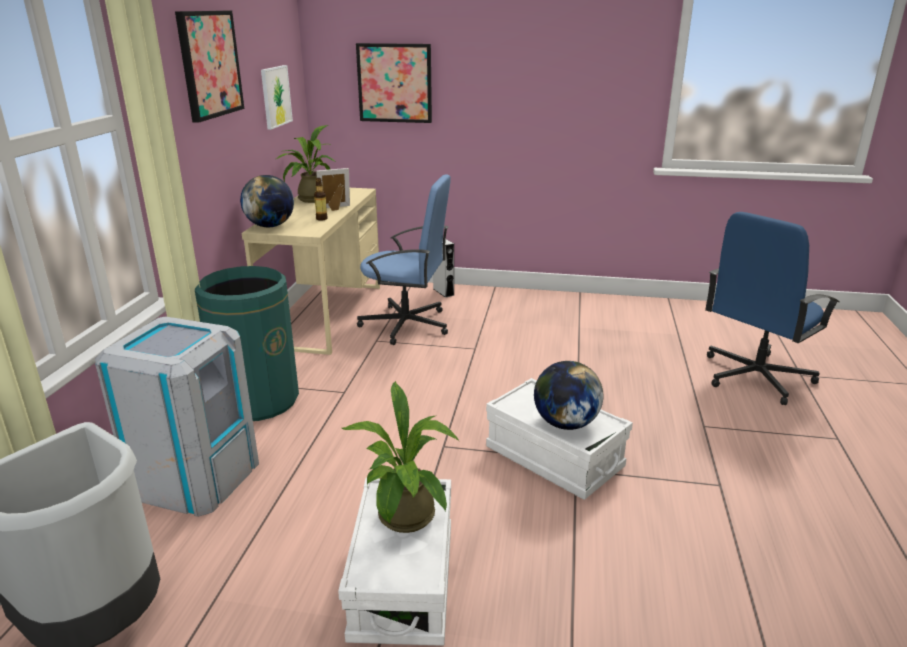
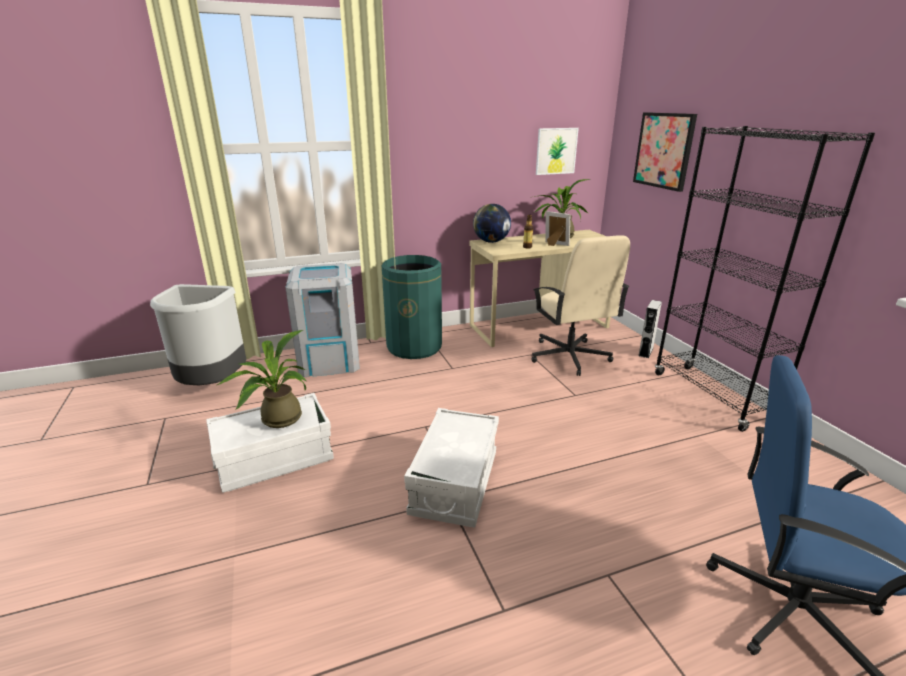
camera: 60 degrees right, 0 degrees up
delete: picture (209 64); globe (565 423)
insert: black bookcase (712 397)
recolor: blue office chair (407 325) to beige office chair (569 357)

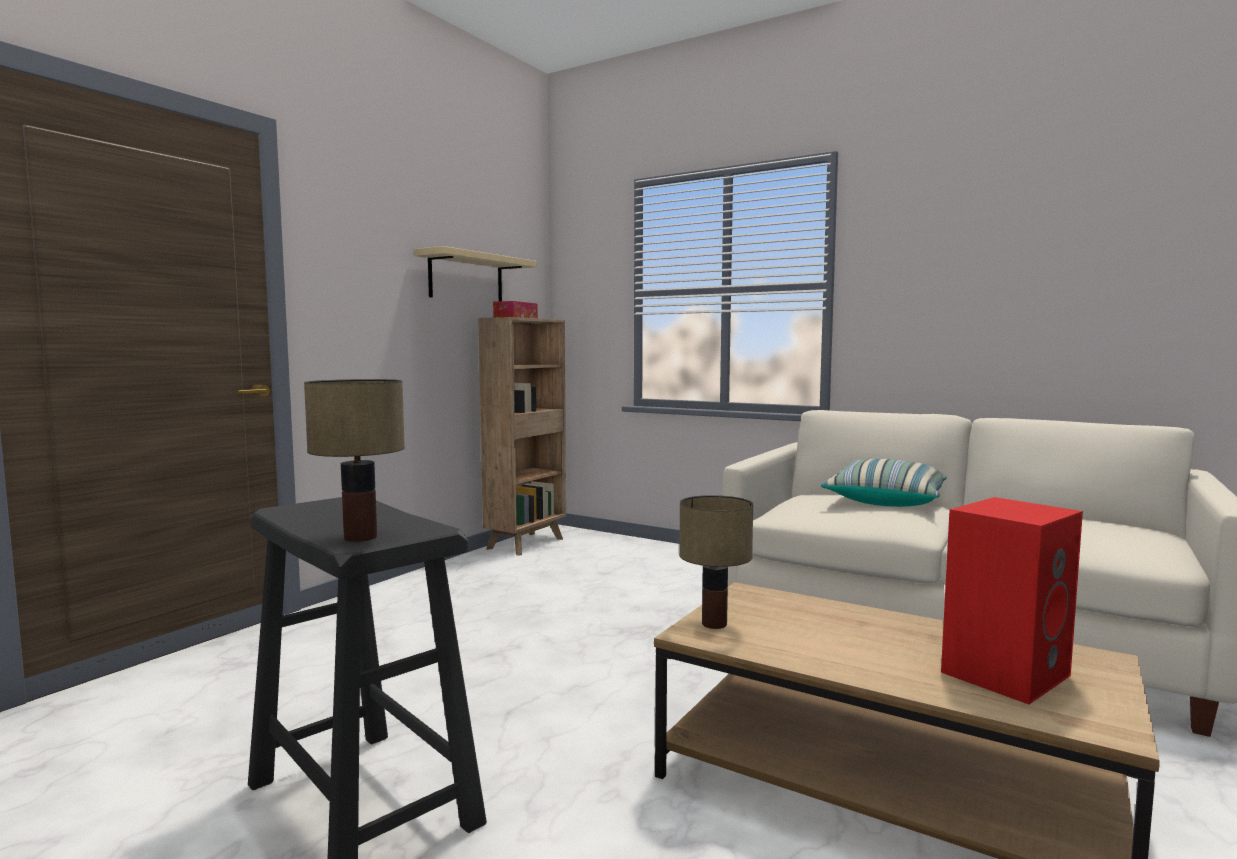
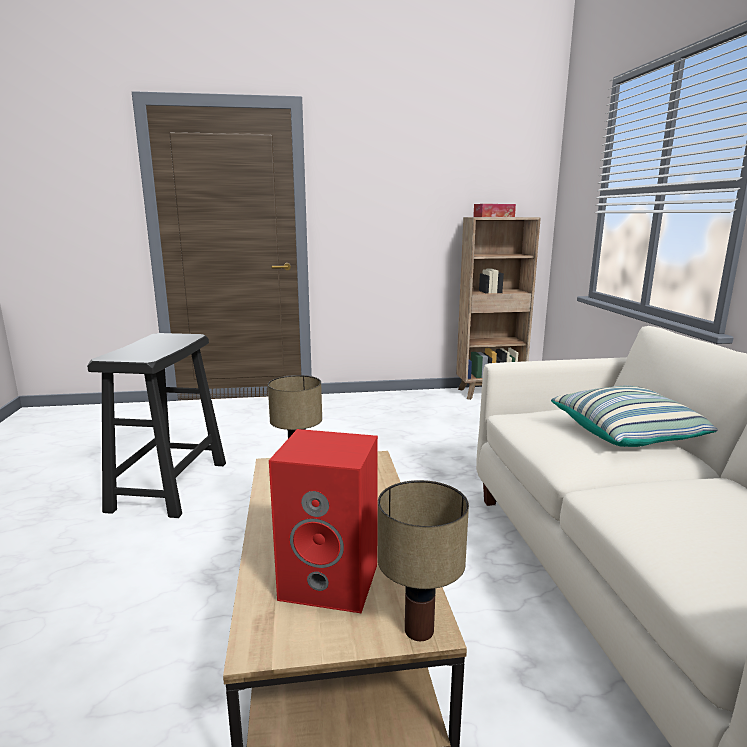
camera: 50 degrees right, 10 degrees up
delete: beige shelf (466 278)
move: table lamp (361 537) to (419 631)

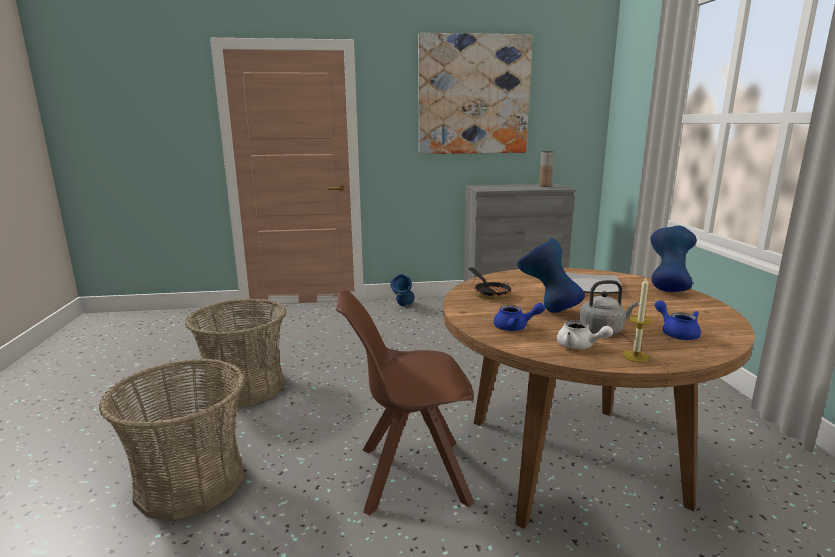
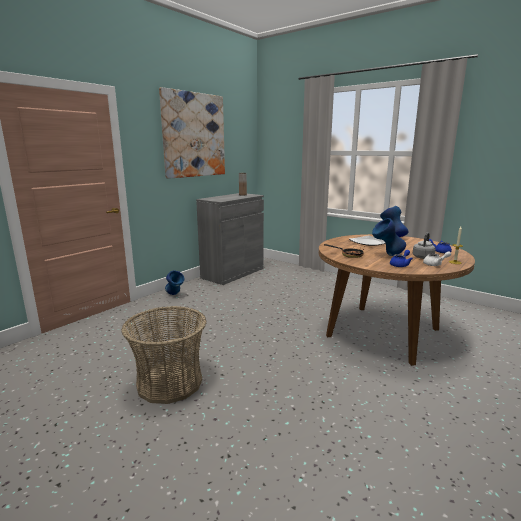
camera: 45 degrees left, 0 degrees up
delete: basket (190 482); brown chair (409 475)

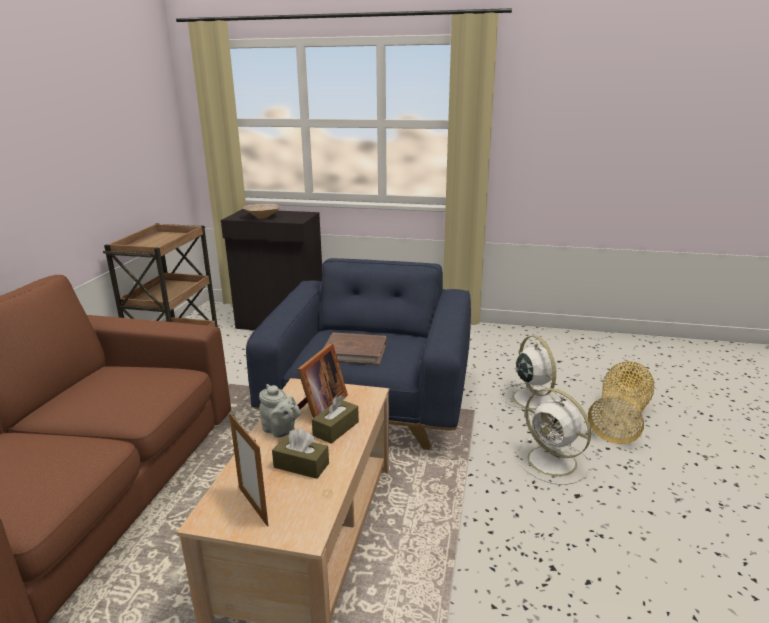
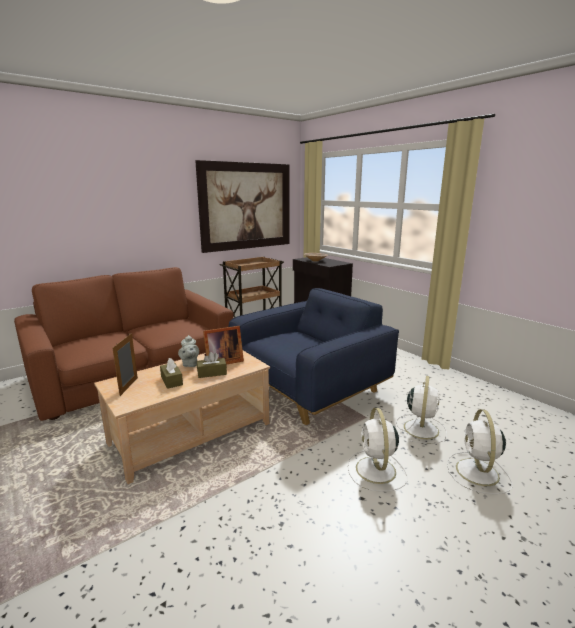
camera: 40 degrees right, 5 degrees down
delete: brown book (355 352)
insert: picture (246 206)
replace: basket (620 419) to white fan (477 473)

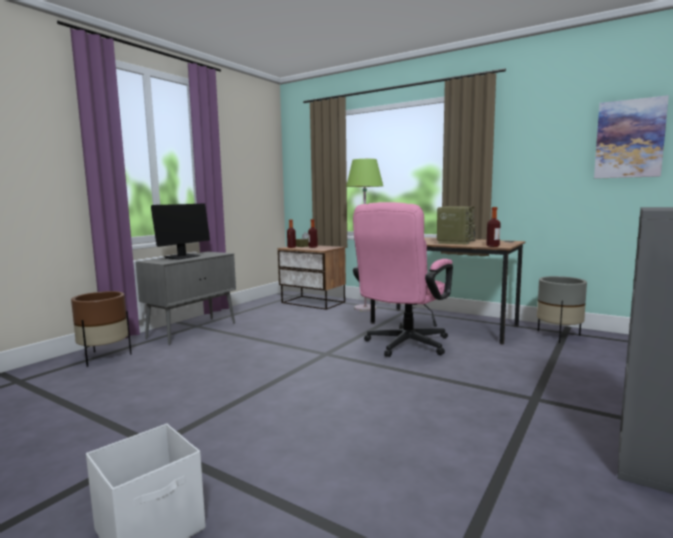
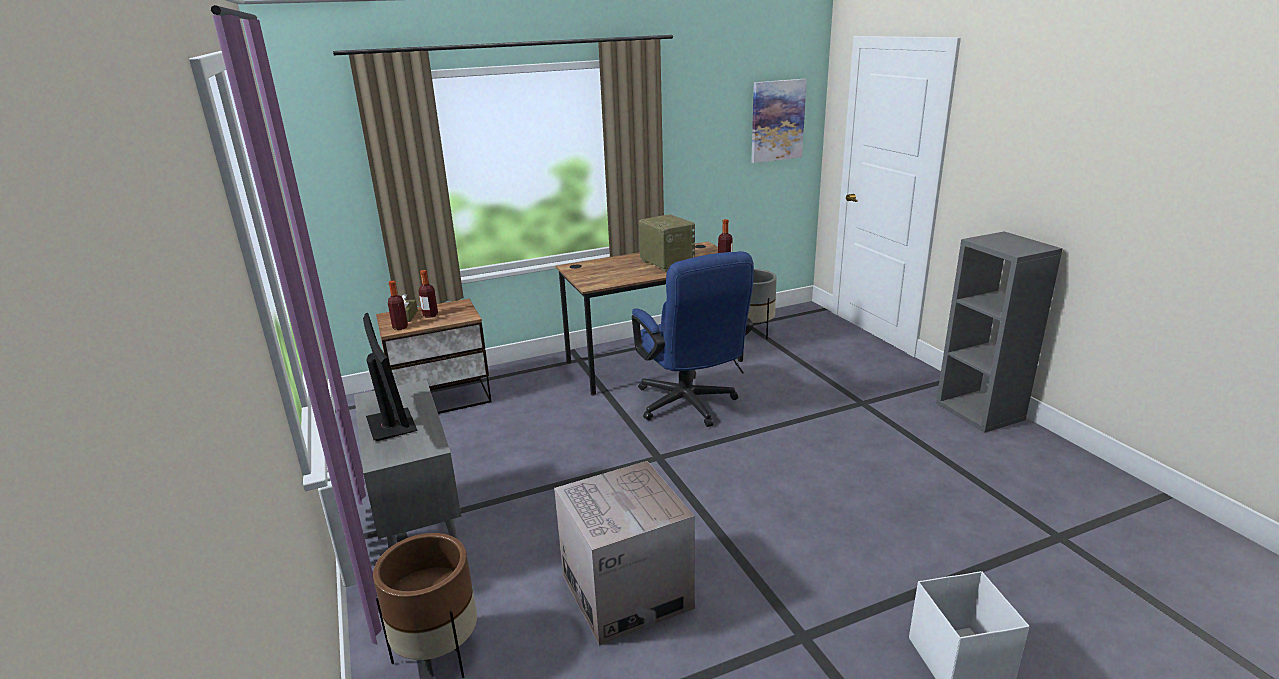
camera: 55 degrees left, 15 degrees up
delete: green floor lamp (365 308)
insert: cardboard box (626 592)
recolor: pink office chair (403 346) to blue office chair (689 407)

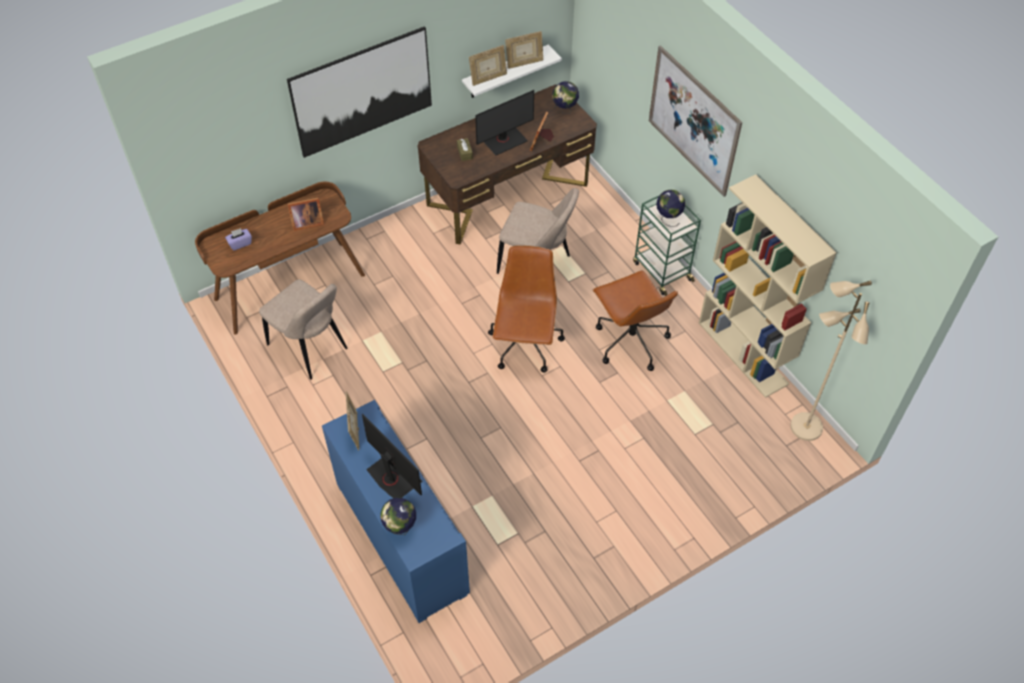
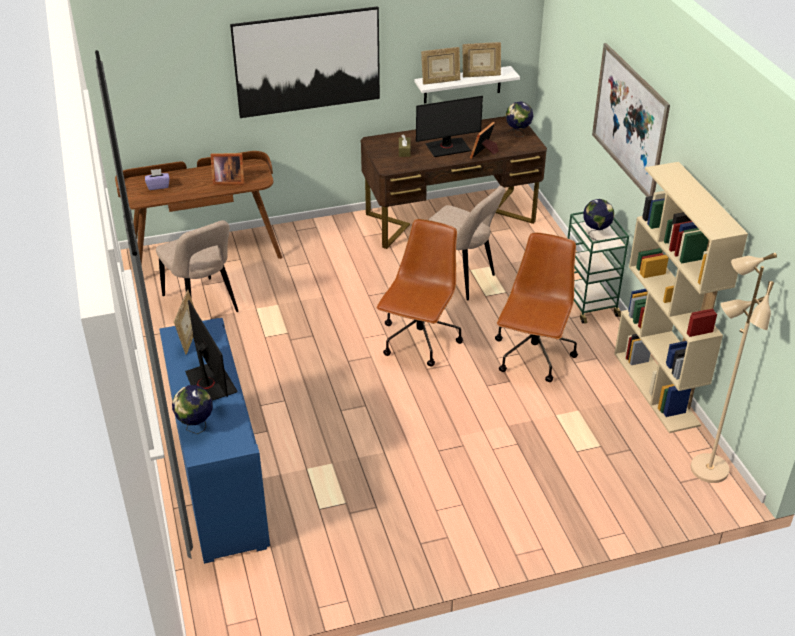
camera: 15 degrees right, 15 degrees down
rotate: brown office chair (630 341) = (533 356) 150 degrees counterclockwise

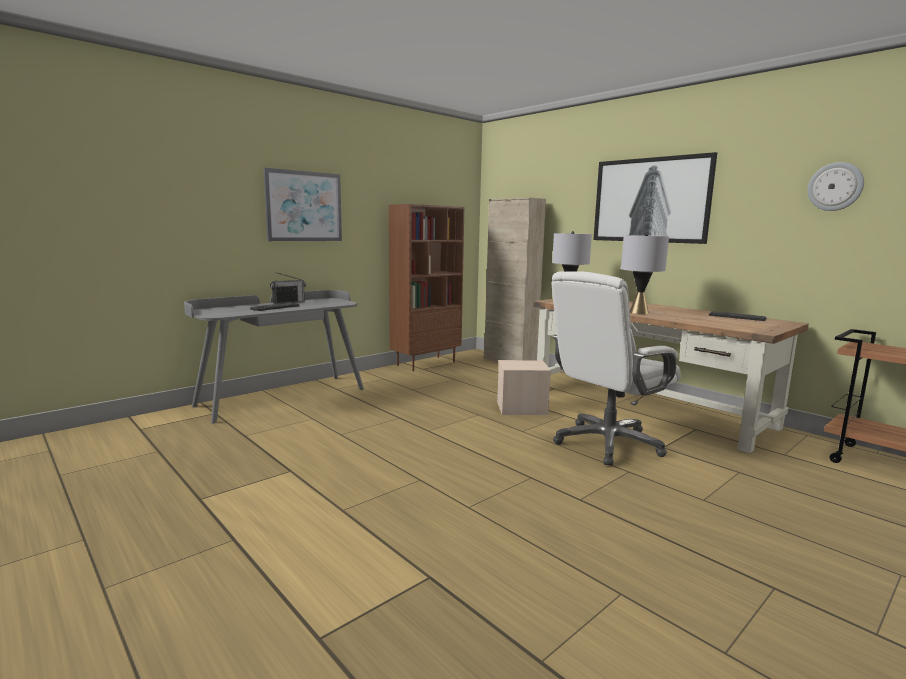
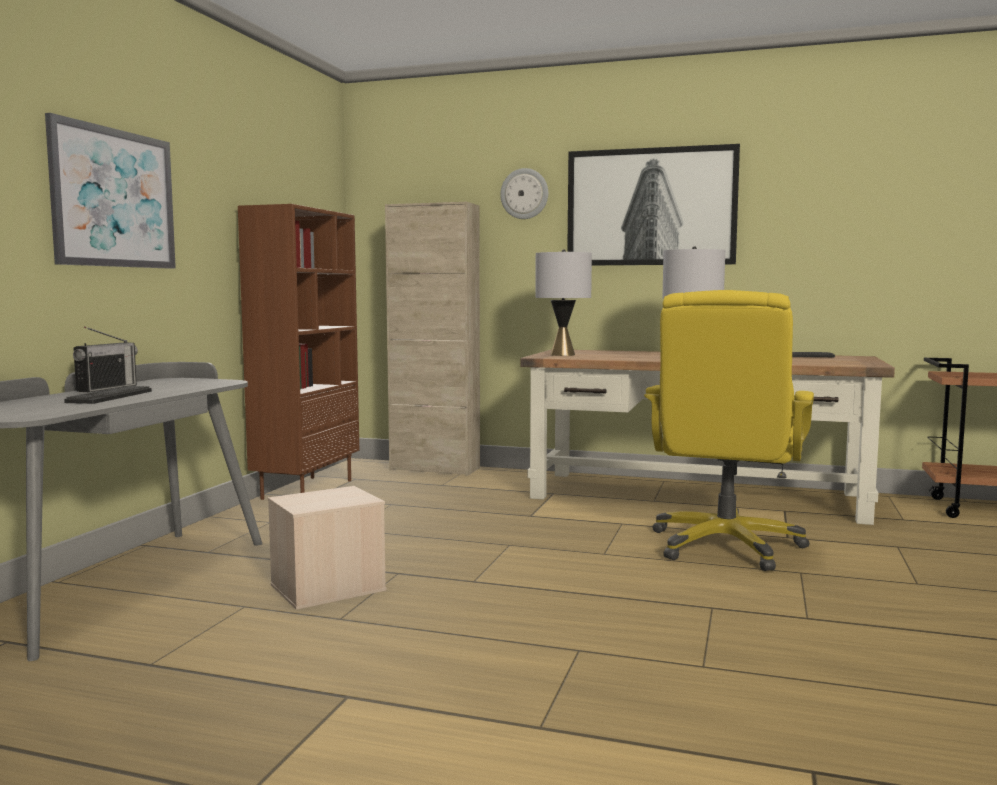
camera: 30 degrees left, 5 degrees down
move: beige storage box (521 408) to (327 588); wall clock (835 186) to (524 194)
recolor: white office chair (607 443) to yellow office chair (725 546)

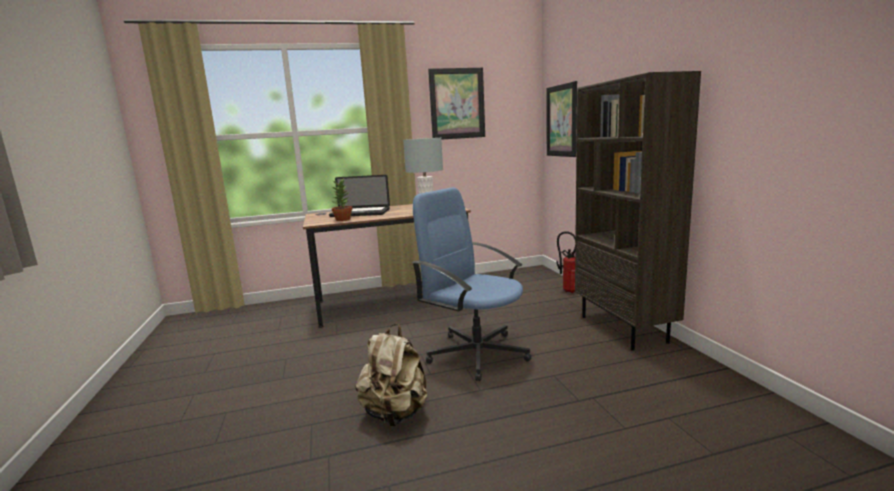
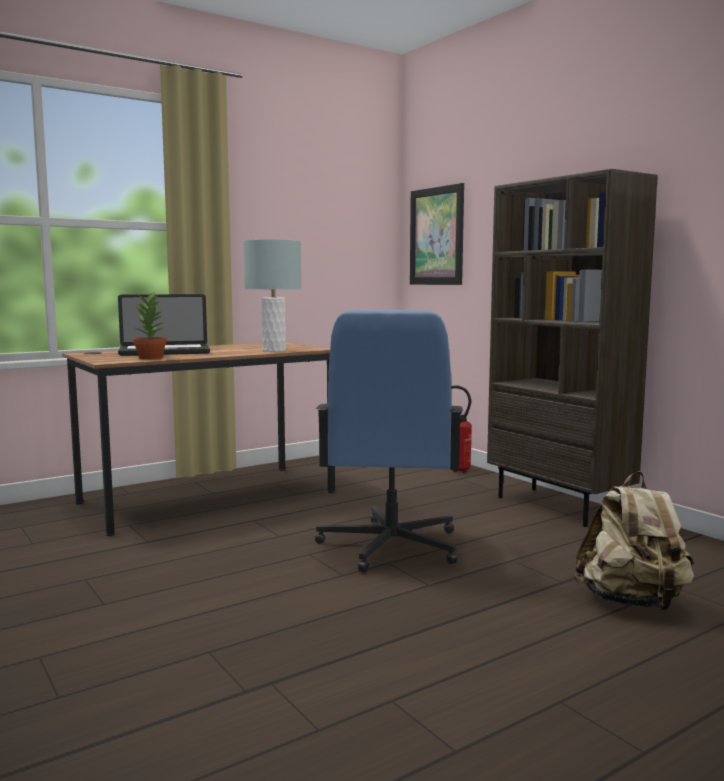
camera: 20 degrees left, 5 degrees down
delete: picture (457 104)
move: beige backpack (395 414) to (632 602)
rotate: blue office chair (476 353) = (390 546) 105 degrees counterclockwise

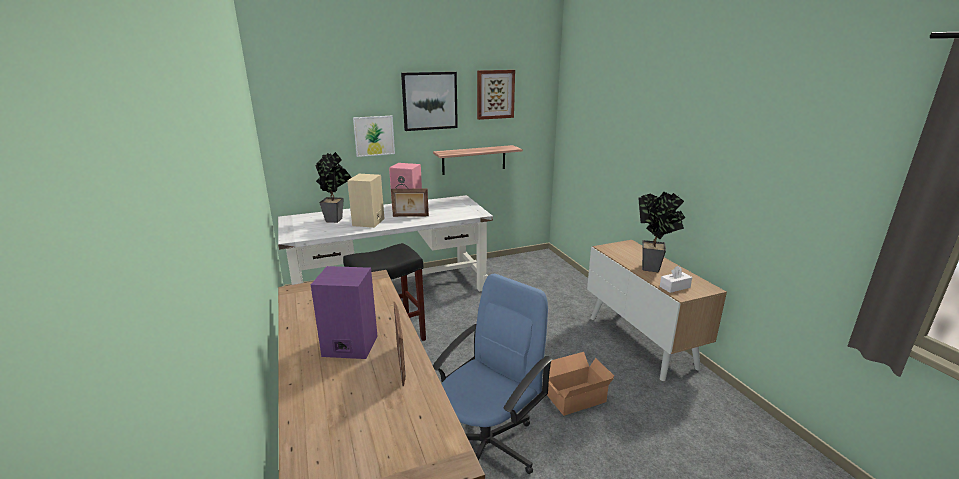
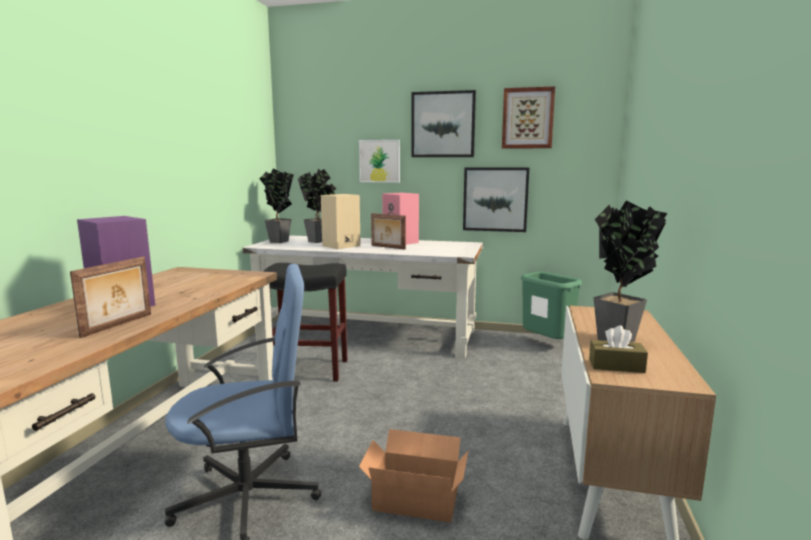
camera: 35 degrees right, 10 degrees down
insert: potted plant (280 242); green trash can (547 345)
replace: shelf (474 160) to picture (495 199)
recolor: white tissue box (674 287) to brown tissue box (616 366)

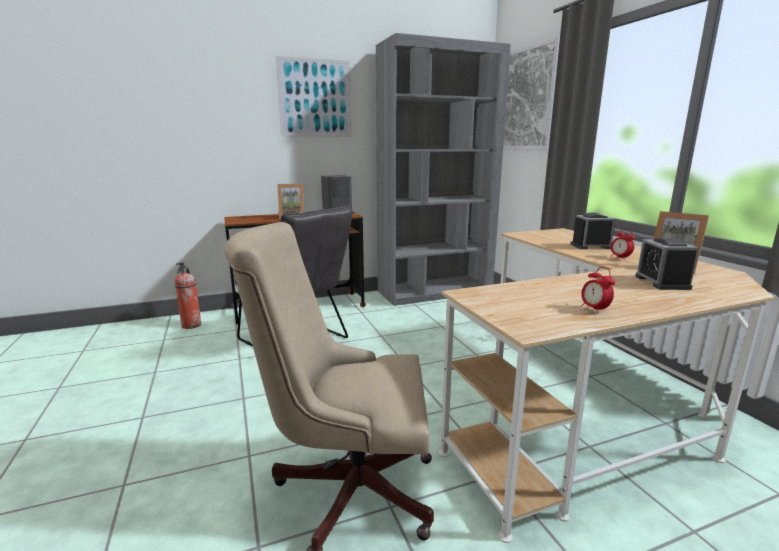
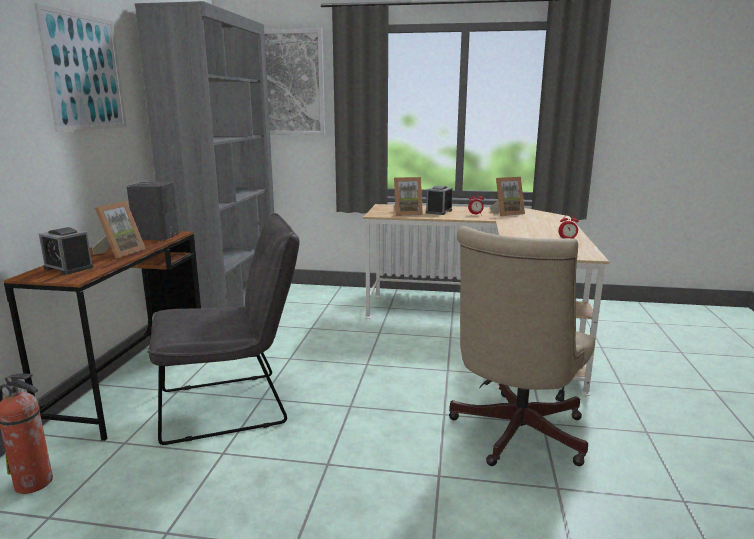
camera: 60 degrees left, 0 degrees up
insert: picture frame (407 213)
move: alarm clock (662 282) to (69 268)

